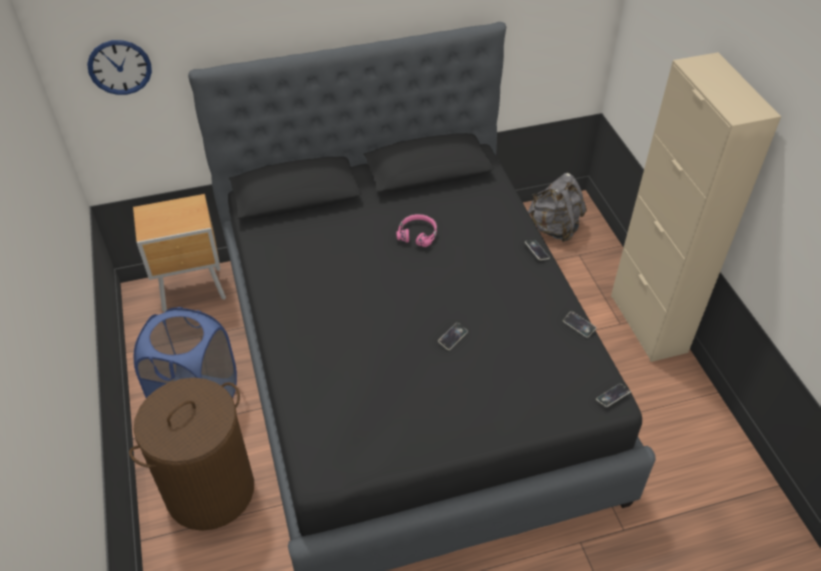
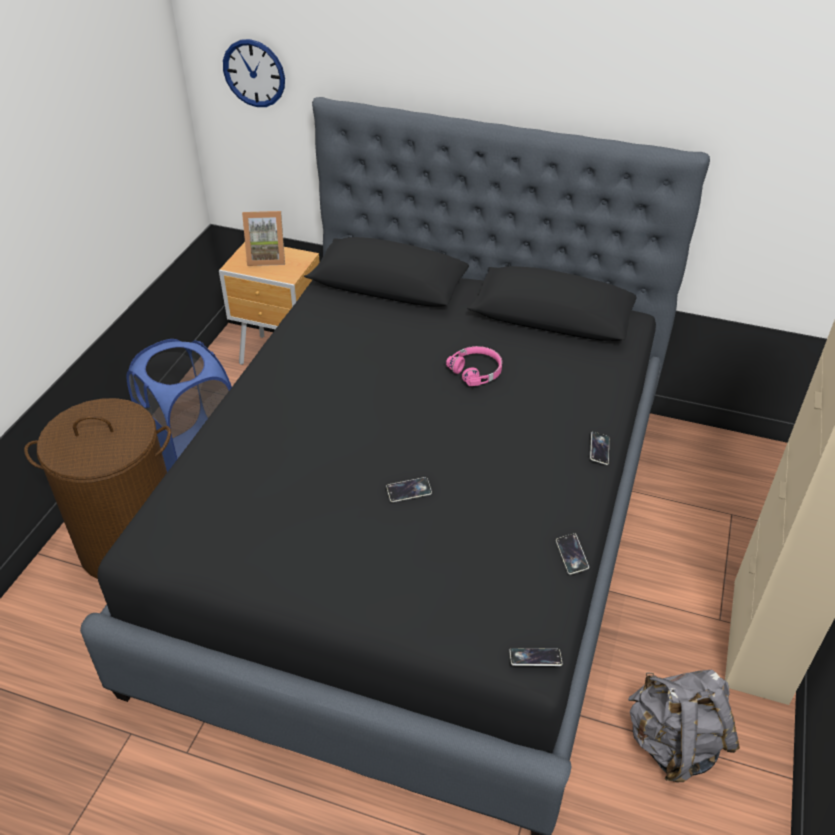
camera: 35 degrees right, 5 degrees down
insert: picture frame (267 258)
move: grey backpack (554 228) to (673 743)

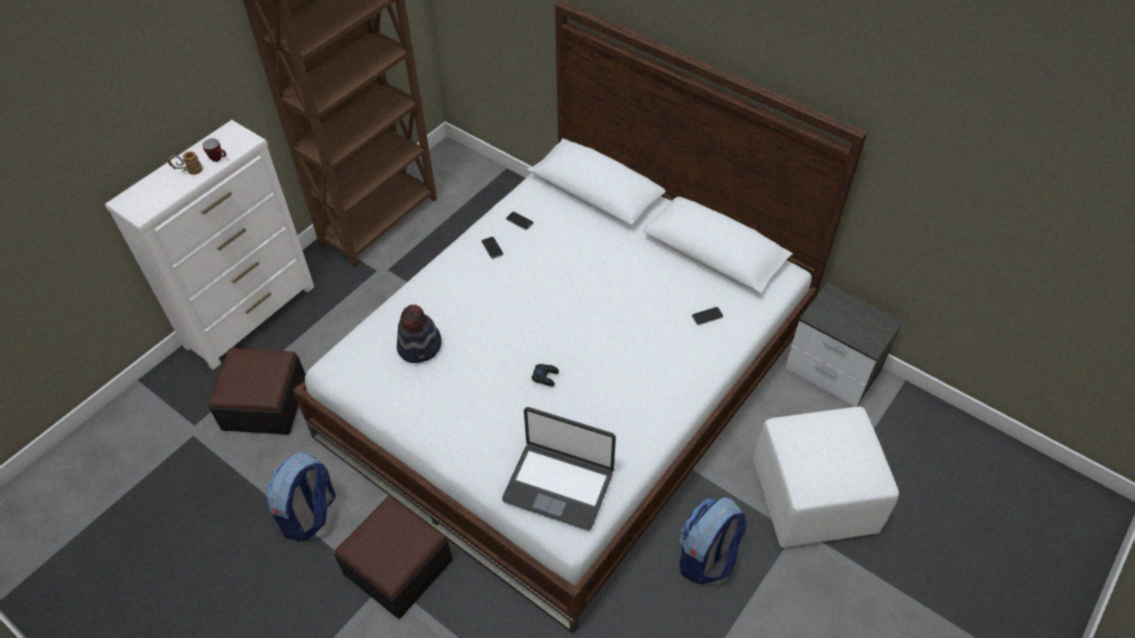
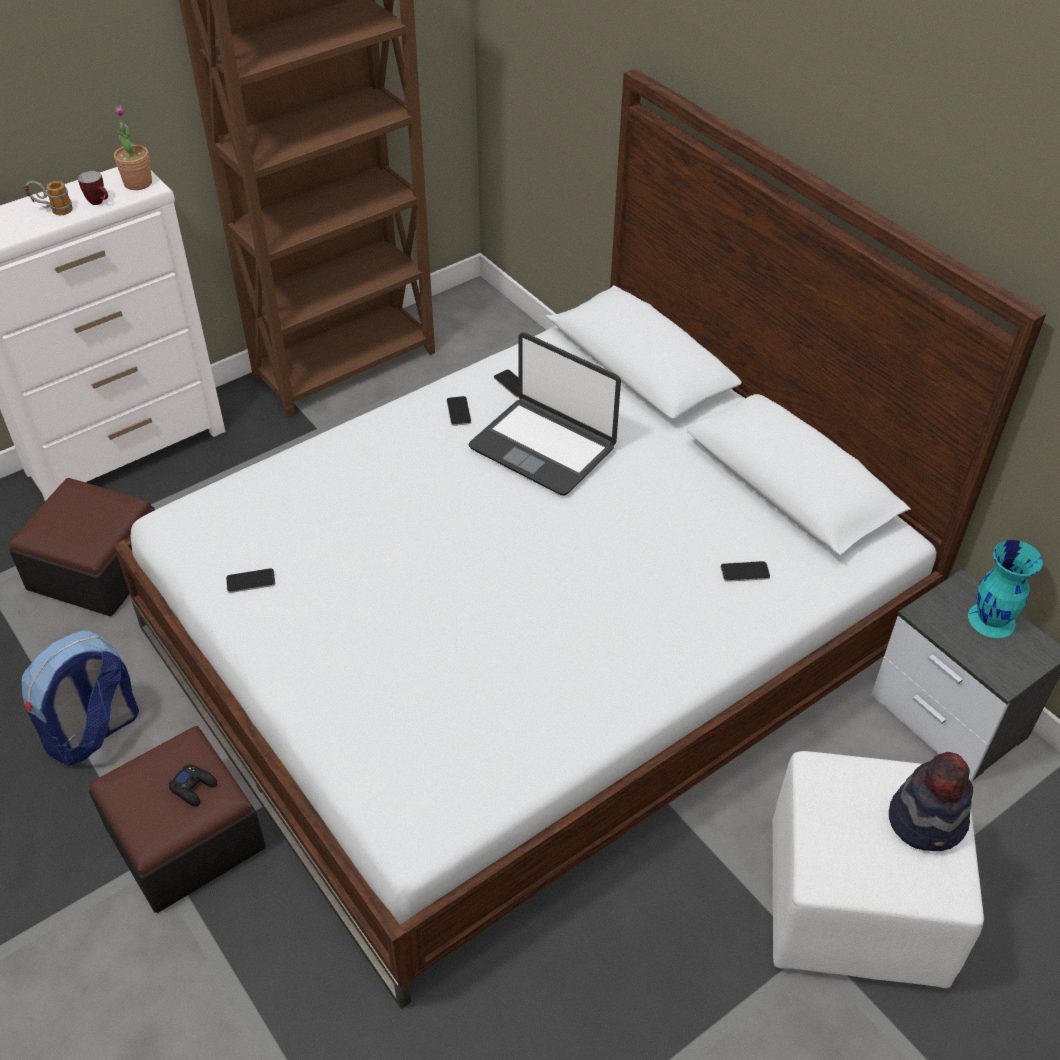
camera: 15 degrees right, 5 degrees down
delete: backpack (707 558)
insert: potted plant (138 183); phone (250 581); turquoise vase (992 619)
move: hat (420 346) to (928 820); laptop (559 485) to (543 447); black game controller (545 376) to (194 787)

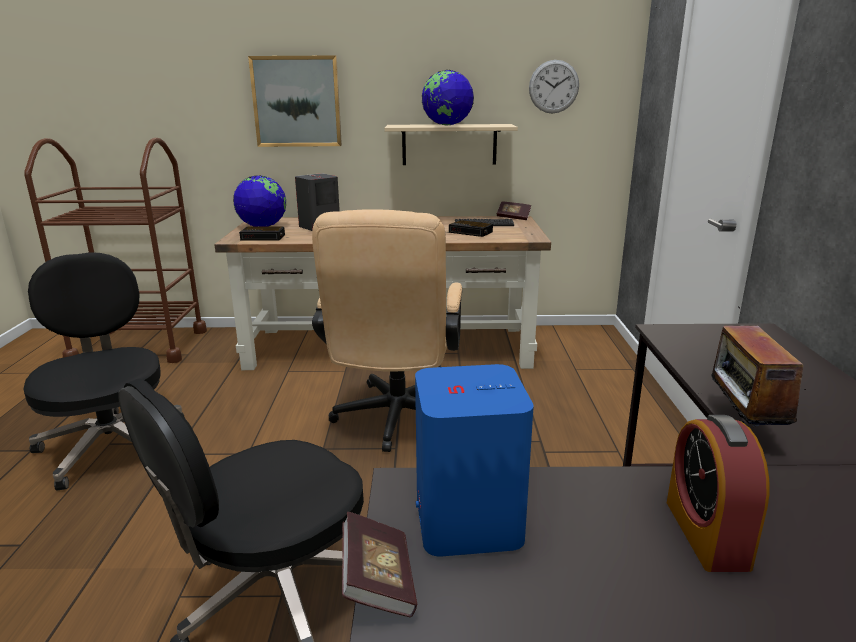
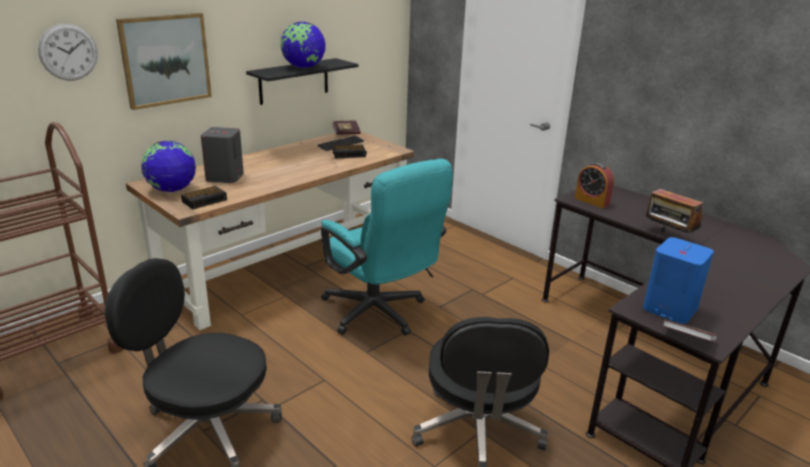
camera: 45 degrees left, 5 degrees up
move: wall clock (553 87) to (68 52); alarm clock (706 533) to (592 201)
recolor: beige office chair (395 421) to turquoise office chair (380 314); beige shelf (449 144) to black shelf (294 81)

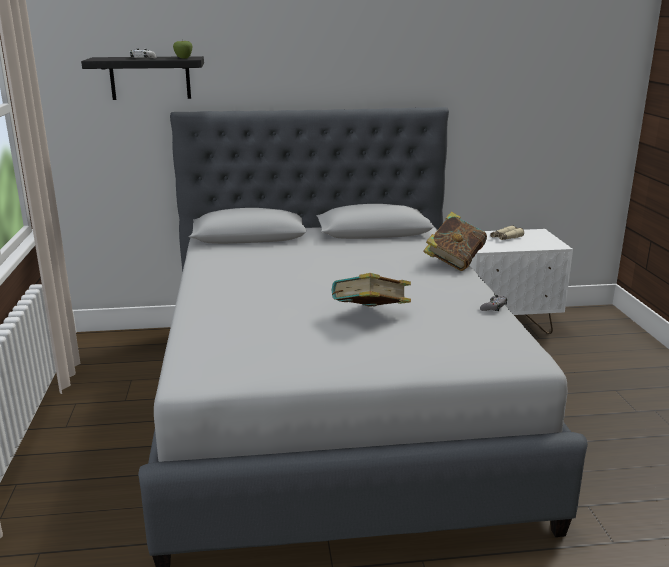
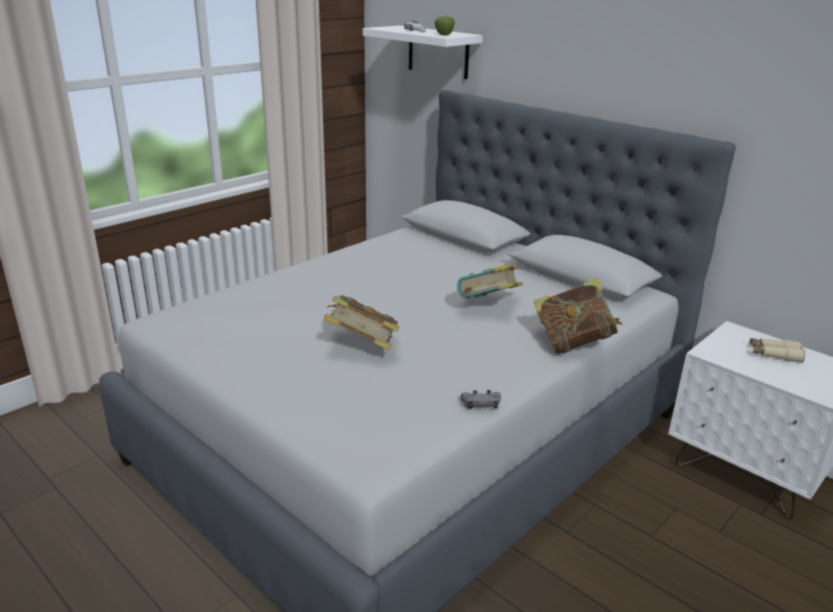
camera: 50 degrees right, 5 degrees up
insert: book (488 306)
recolor: black shelf (150 78) to white shelf (438 52)

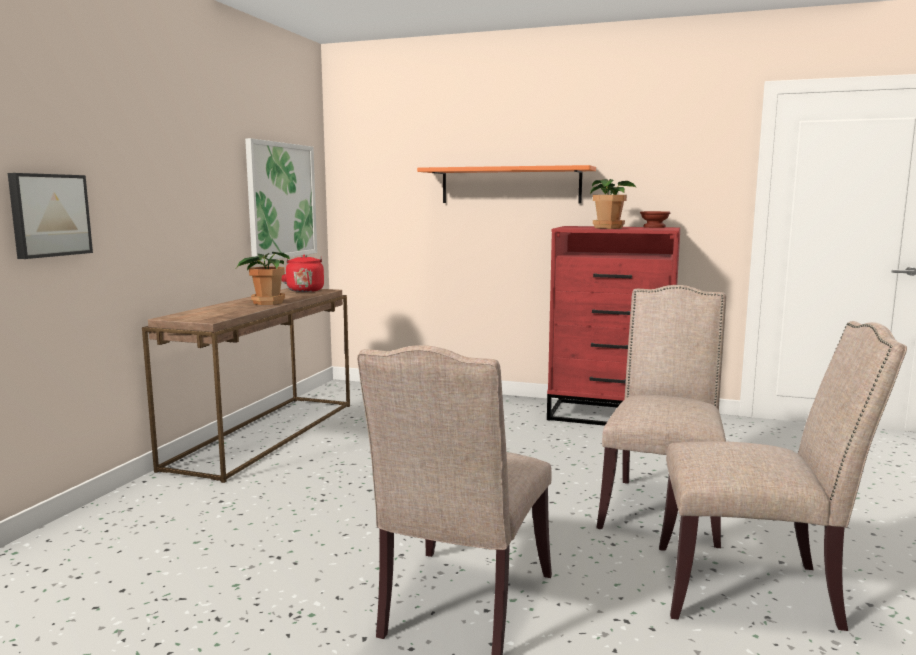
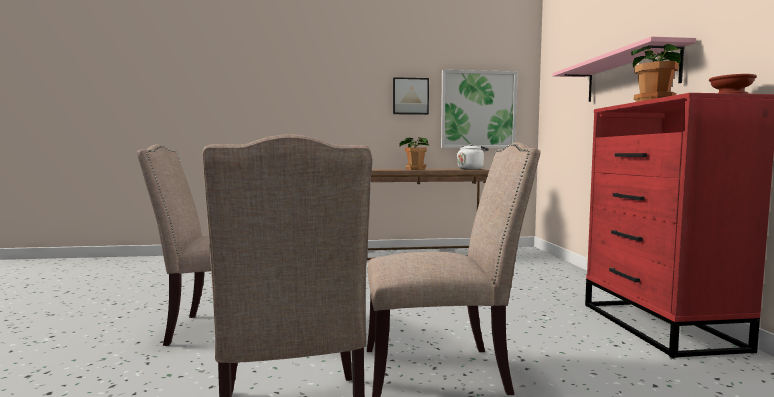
camera: 65 degrees right, 5 degrees down
move: picture (49 215) to (410 96)
recolor: red kettle (304 290) to white kettle (471 169); orange shelf (510 185) to pink shelf (629 76)

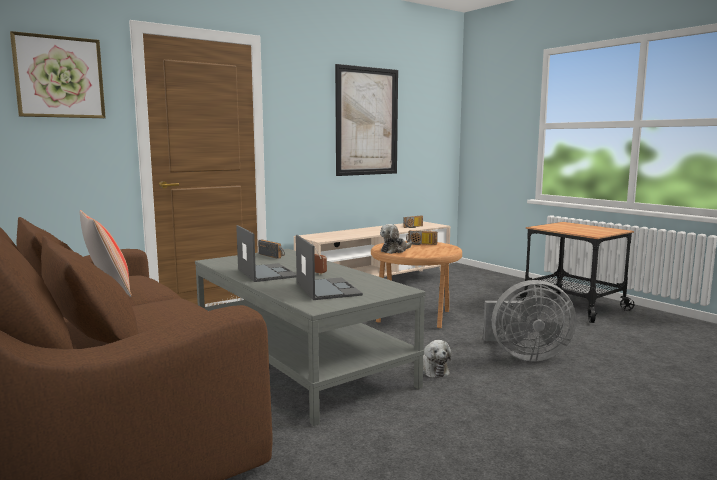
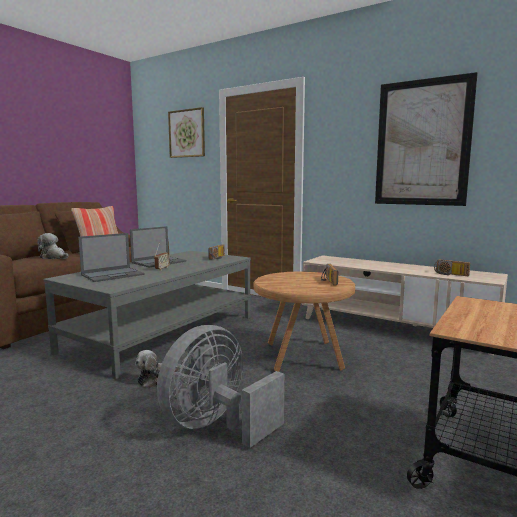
camera: 70 degrees right, 0 degrees up
move: plush toy (395 250) to (54 257)
rotate: grey fan (525 356) = (216 426) 60 degrees clockwise

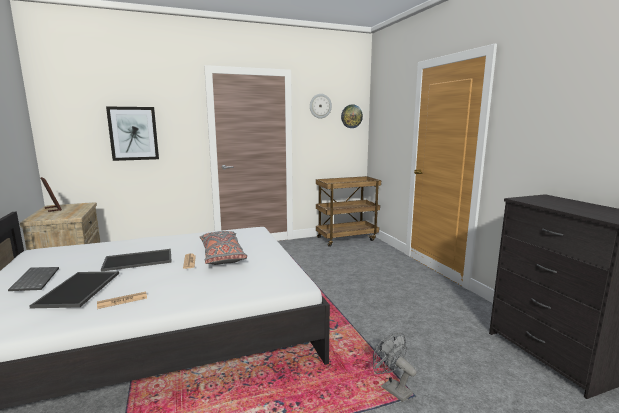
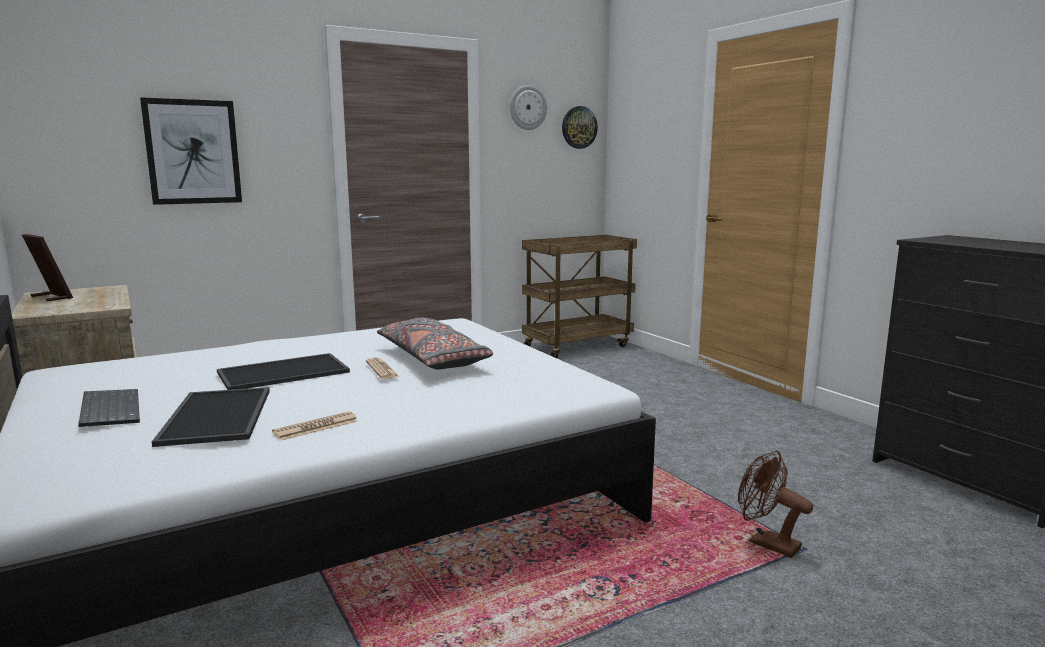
camera: 10 degrees left, 0 degrees up
recolor: grey fan (392 388) to brown fan (766 543)

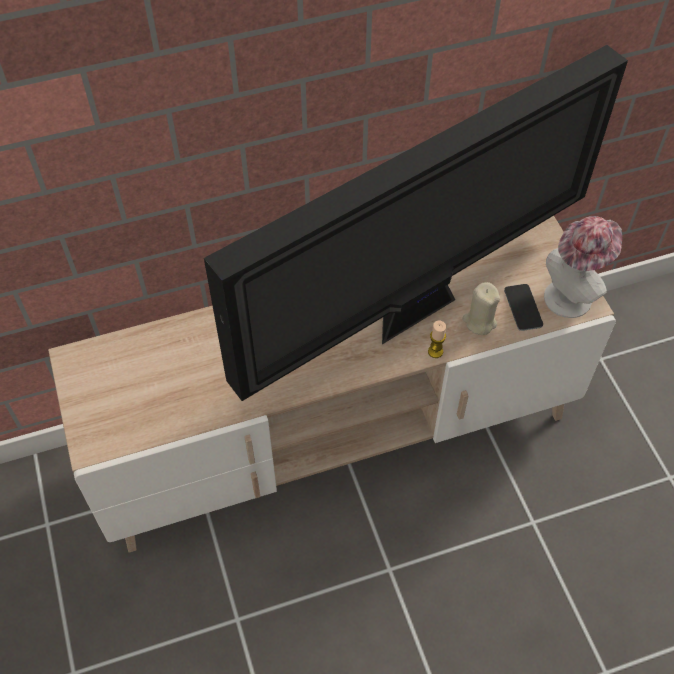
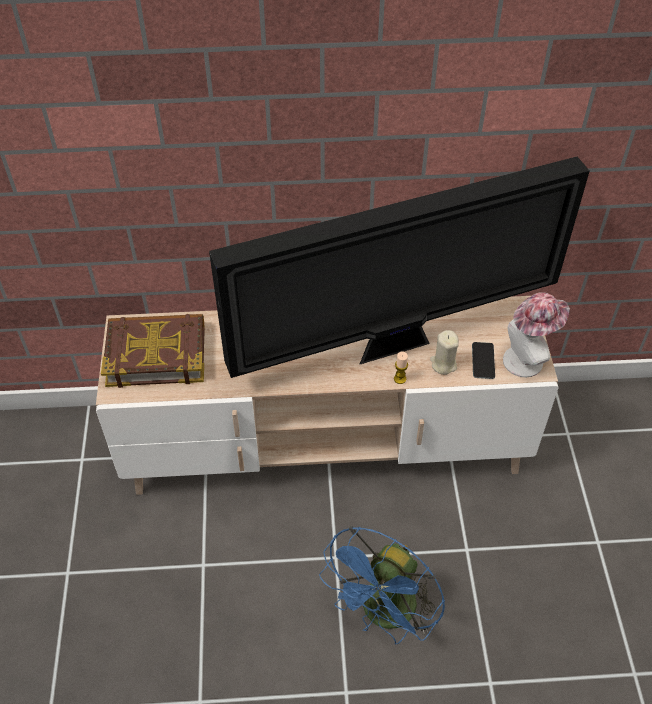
camera: 15 degrees right, 5 degrees down
insert: book (156 354); blue fan (384 615)

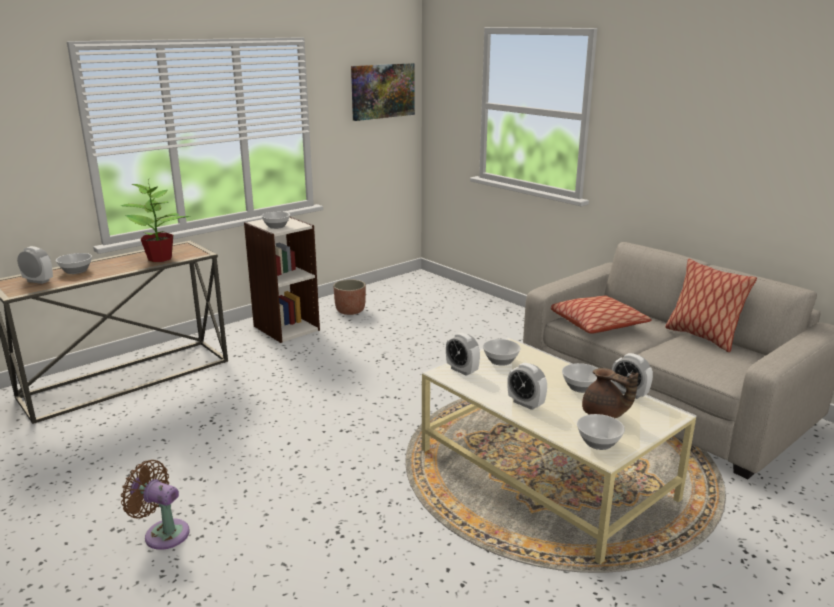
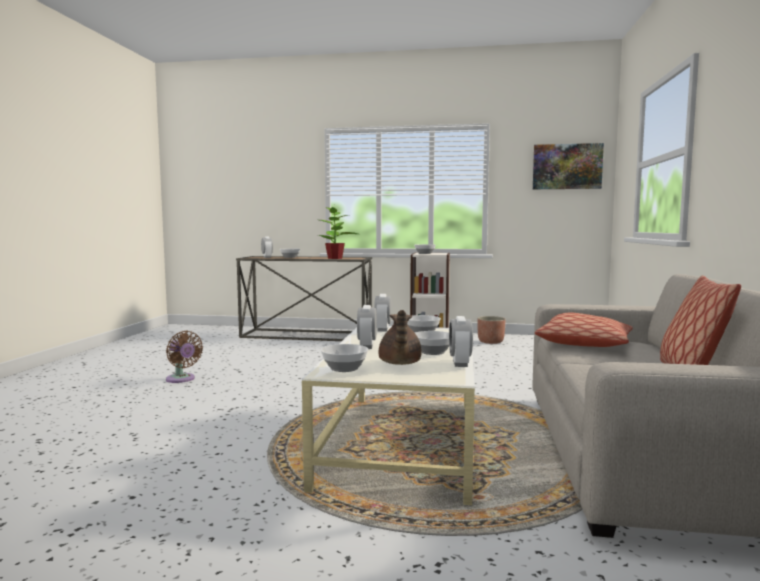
camera: 50 degrees right, 15 degrees down
rotate: brown fan (163 533) = (182 379) 150 degrees clockwise

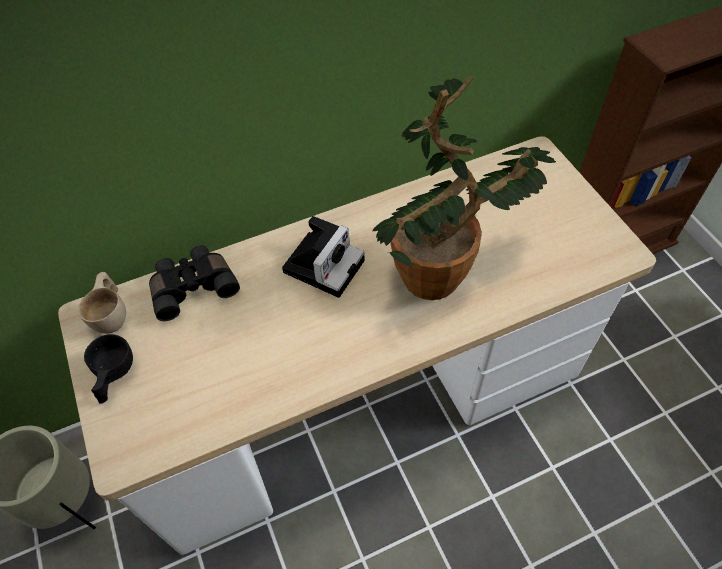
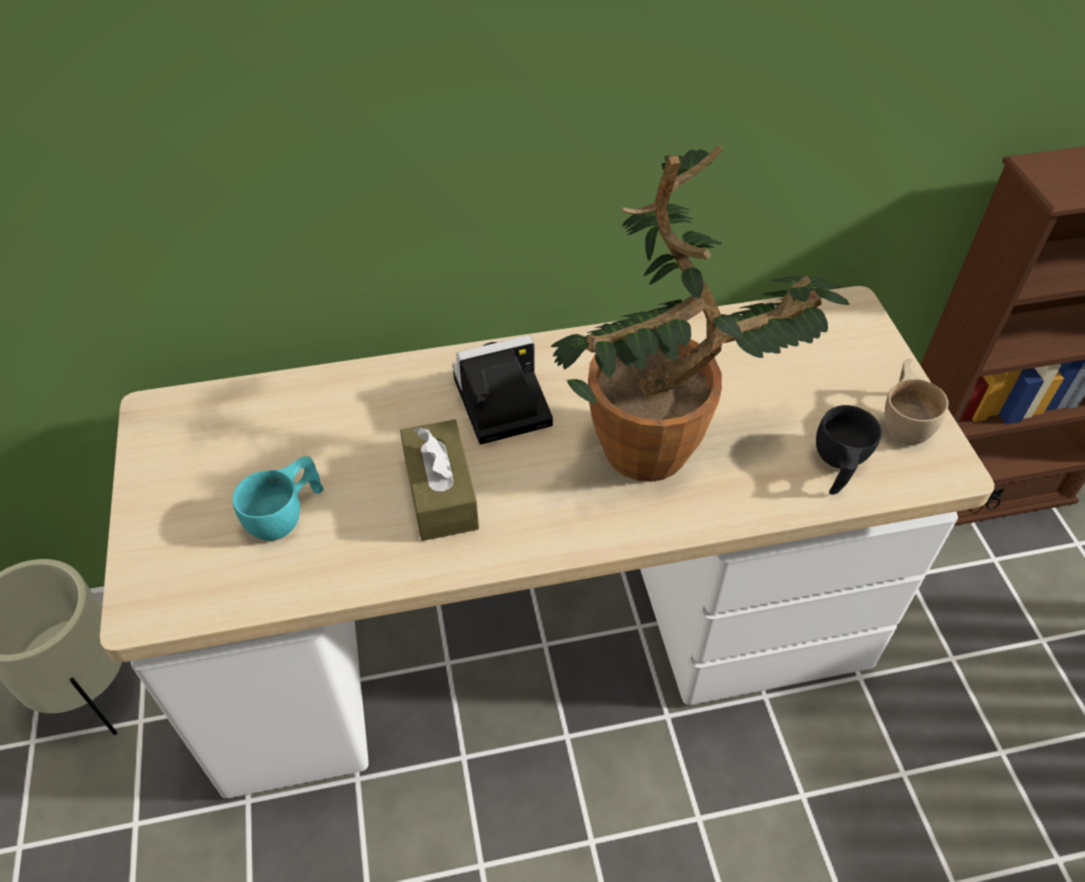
camera: 10 degrees right, 5 degrees down
delete: black binoculars (193 287)
insert: turquoise cup (286 515); brown tissue box (440 493)
move: beige cup (112 314) to (905 420); black cup (113 377) to (837 466)
rotate: photo camera (324 263) = (498 403) 150 degrees counterclockwise

